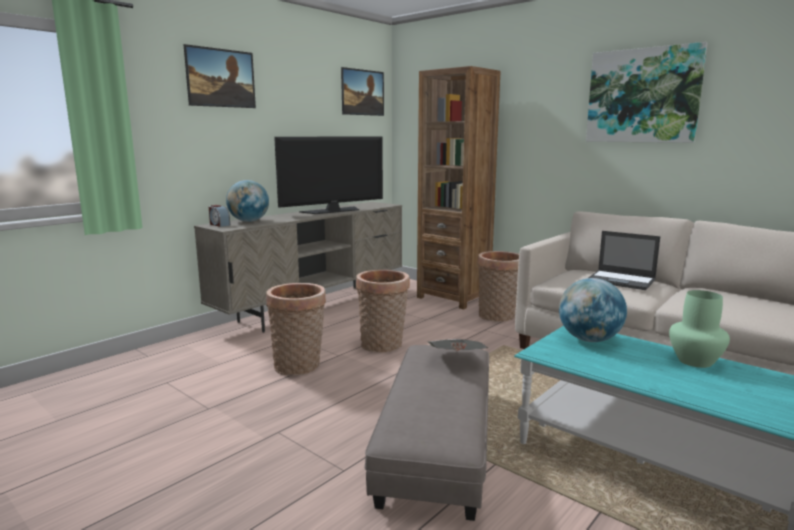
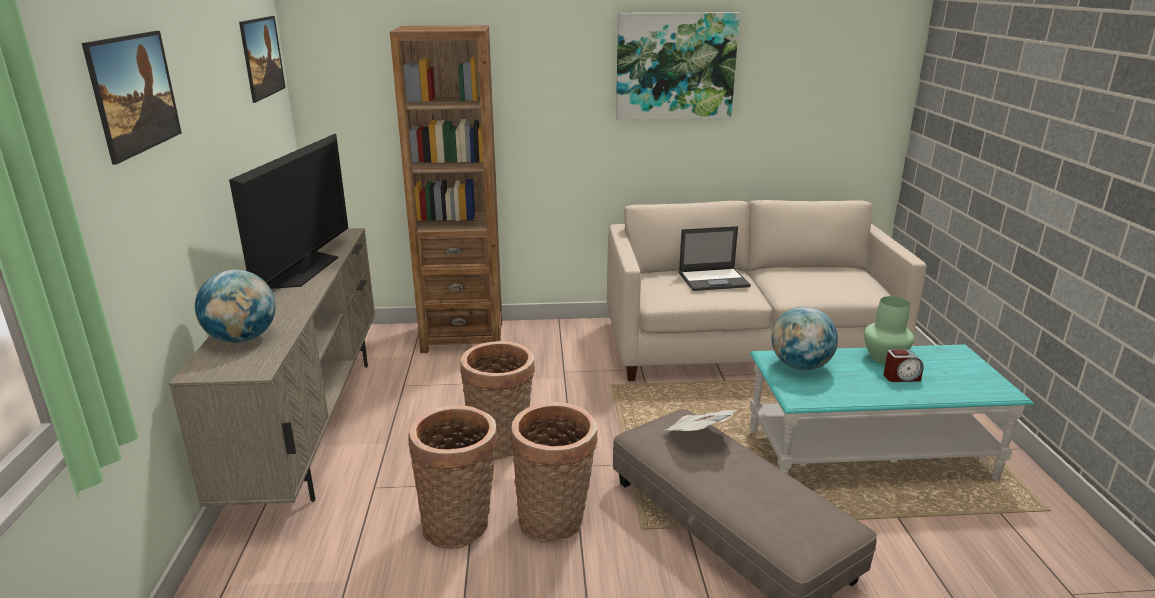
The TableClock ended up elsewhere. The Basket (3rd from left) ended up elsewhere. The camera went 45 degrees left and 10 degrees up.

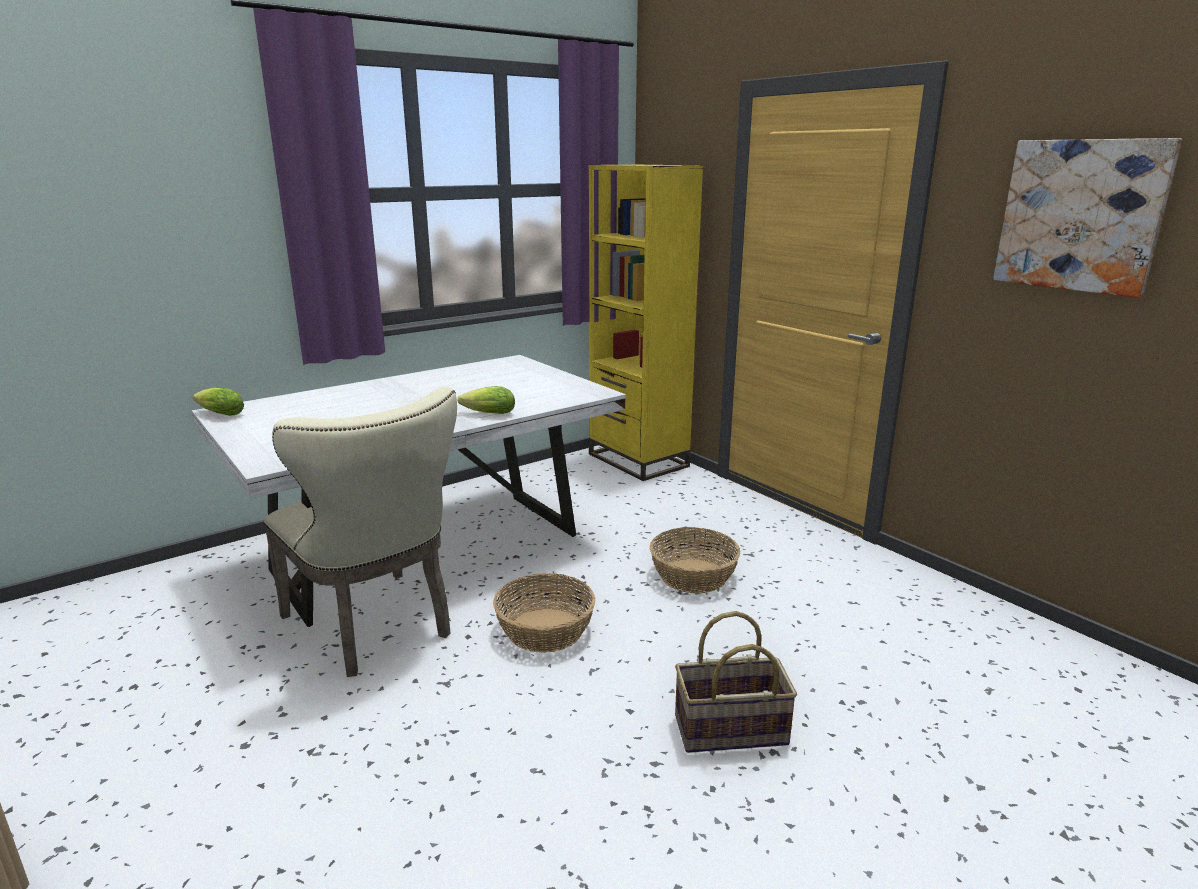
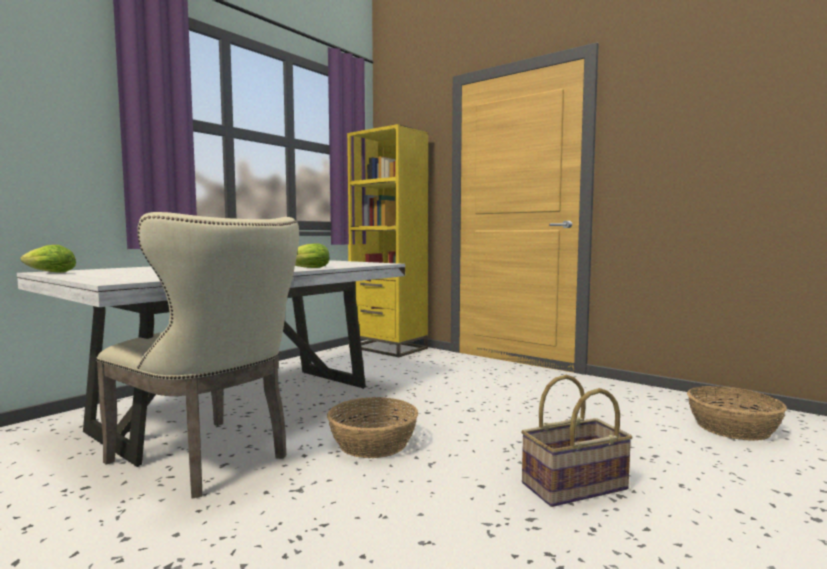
The Basket (2nd from left in the first image) ended up elsewhere. The second view lost the Picture. The camera went 15 degrees left and 15 degrees down.

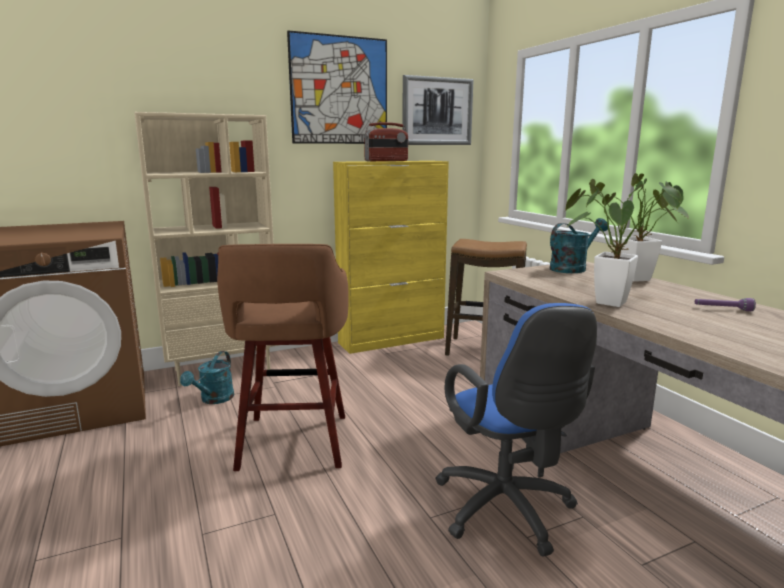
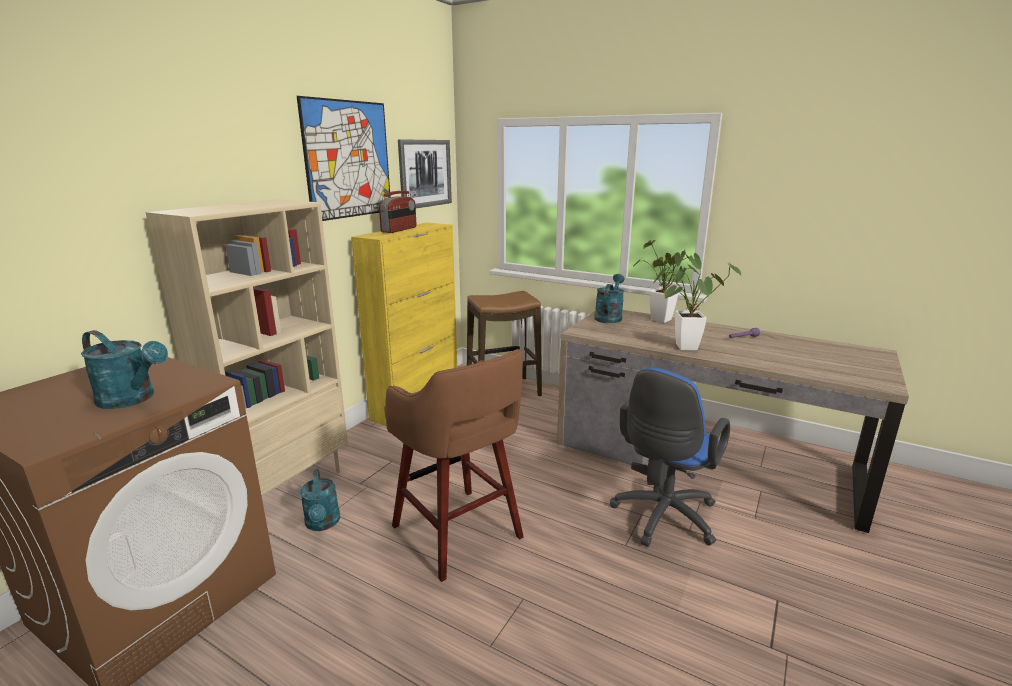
The BluishDeskChair ended up facing another way, 90 degrees clockwise from before. The second view gained the BlueGreenSprinklingCan (1st from left). The camera went 35 degrees left and 5 degrees up.

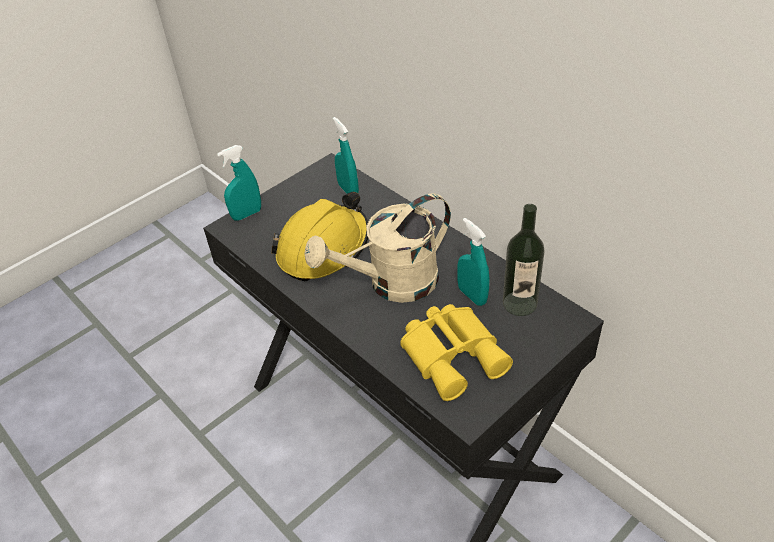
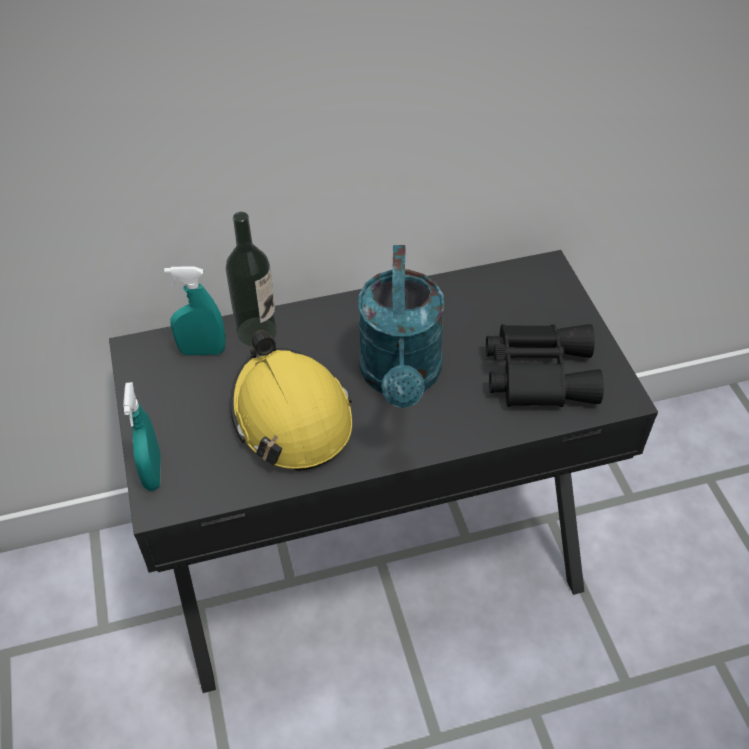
What was the BeigeSprinklingCan turned into the BlueGreenSprinklingCan. What was the YellowishBinoculars turned into the BlackColouredBinoculars. The second view lost the BlueGreenHandSprayer (3rd from left). The BeverageBottle ended up elsewhere. The camera went 65 degrees left and 5 degrees up.

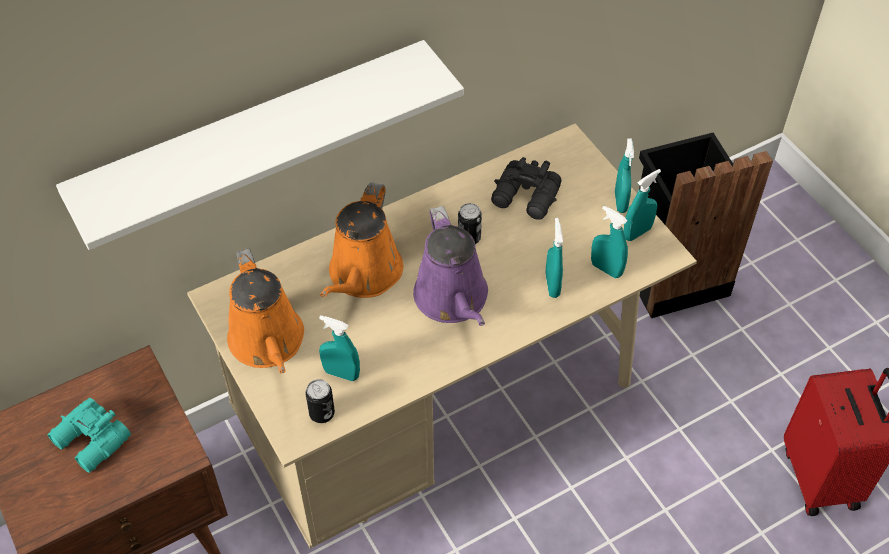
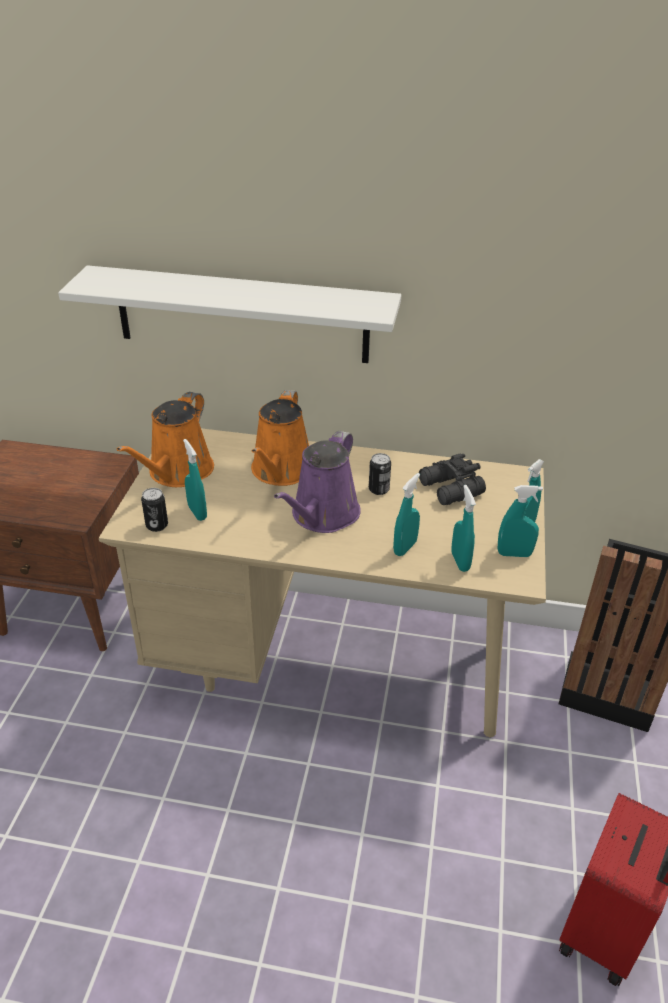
The second view lost the BlueGreenBinoculars. The OrangeSprinklingCan (2nd from left) ended up facing another way, 45 degrees counterclockwise from before. The camera went 40 degrees right and 15 degrees down.

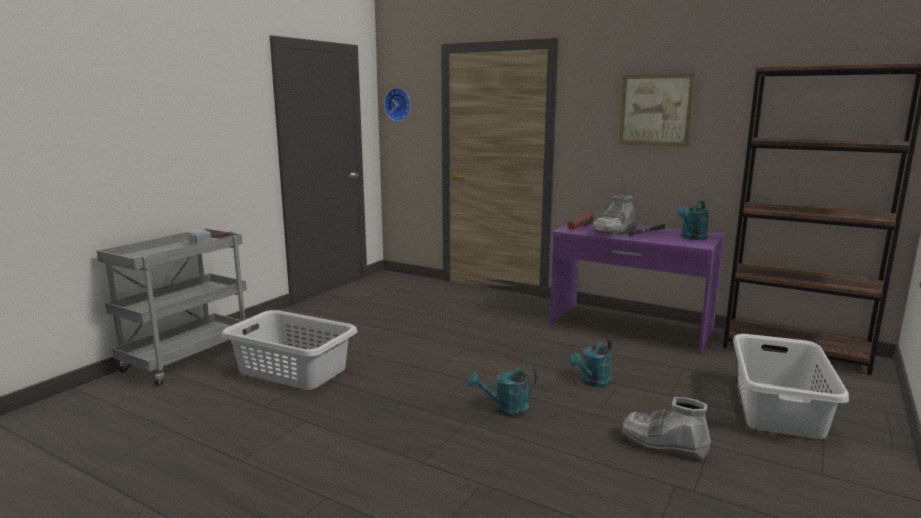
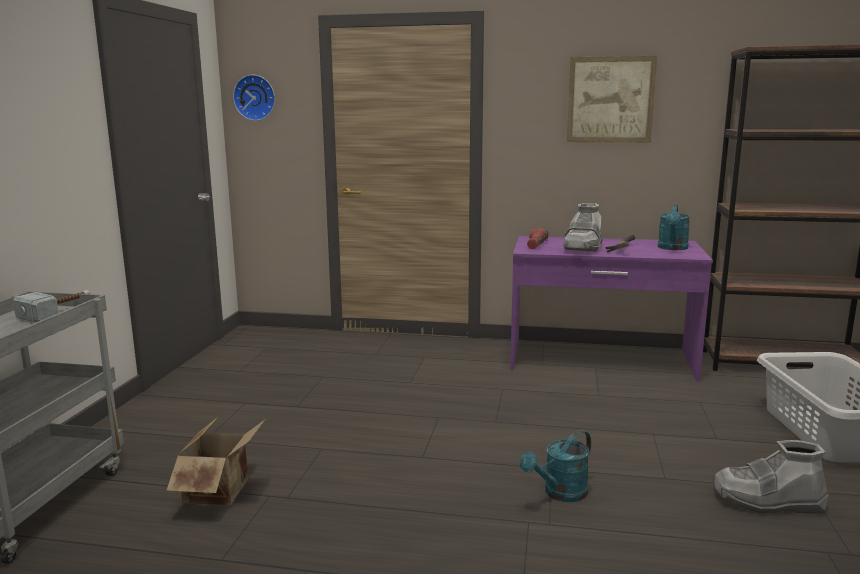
Where the GrayHamper (1st from left) stood, the CardboardBox came to stand. The second view lost the BlueGreenSprinklingCan (2nd from left). The camera went 20 degrees left and 0 degrees up.

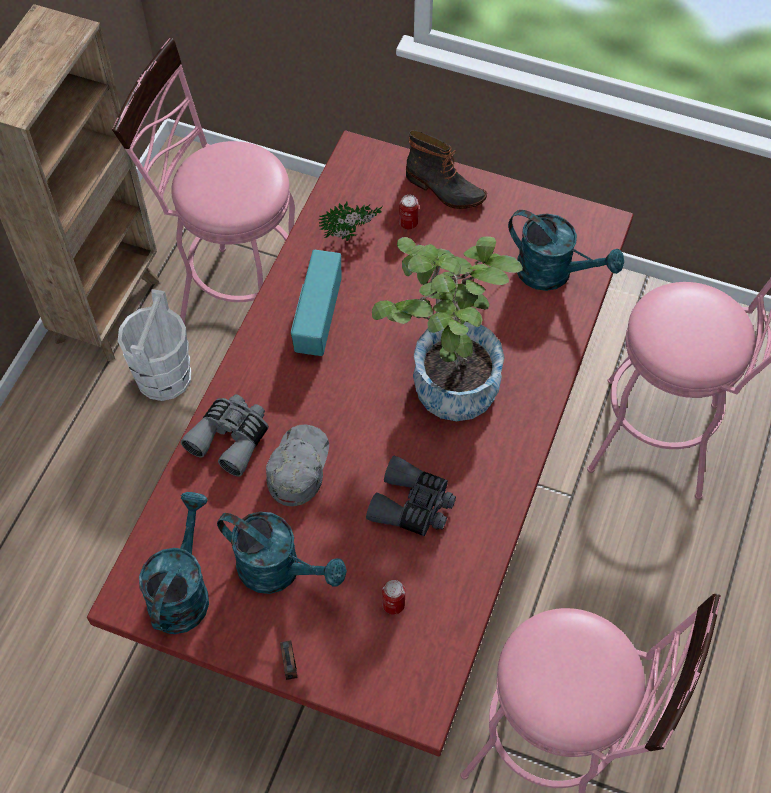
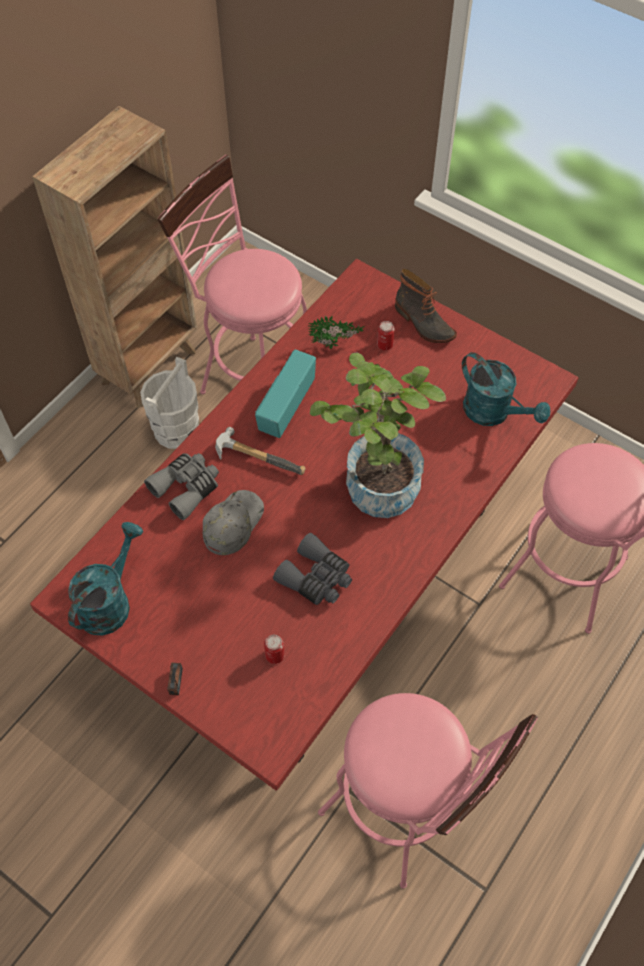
The second view lost the BlueGreenSprinklingCan (2nd from left). The second view gained the Hammer. The camera went 15 degrees right and 0 degrees up.

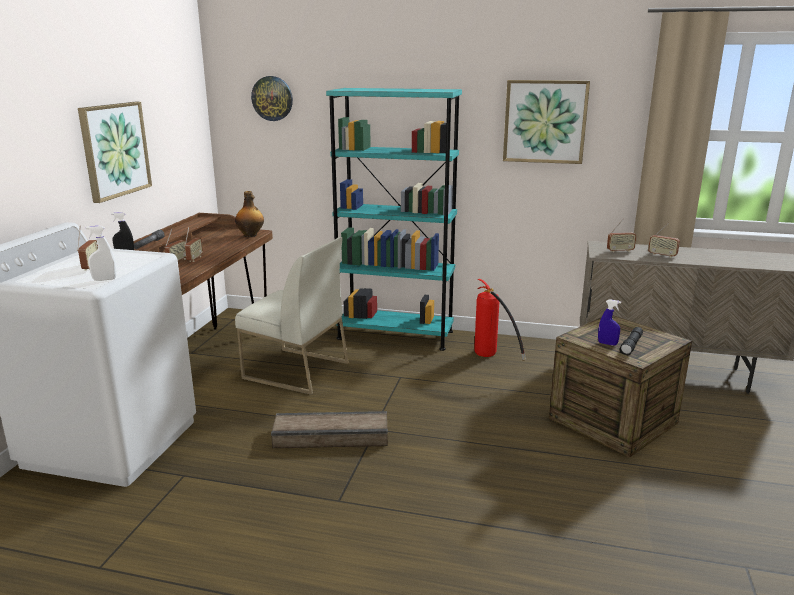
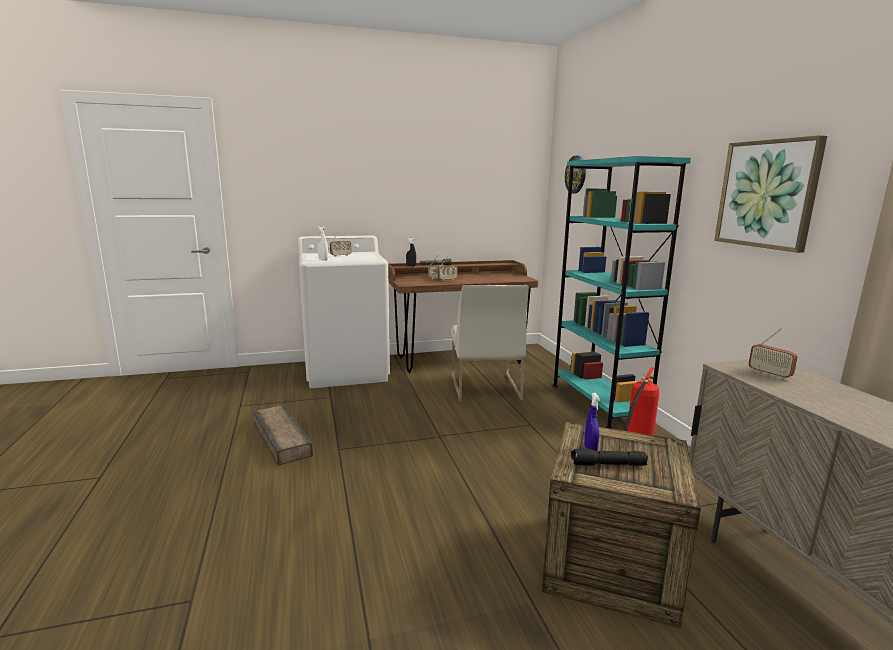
The second view lost the Picture (1st from left). The second view lost the BeverageBottle. The PackingCrate (1st from left) ended up elsewhere. The second view lost the RadioReceiver (5th from left). The camera went 60 degrees right and 5 degrees down.

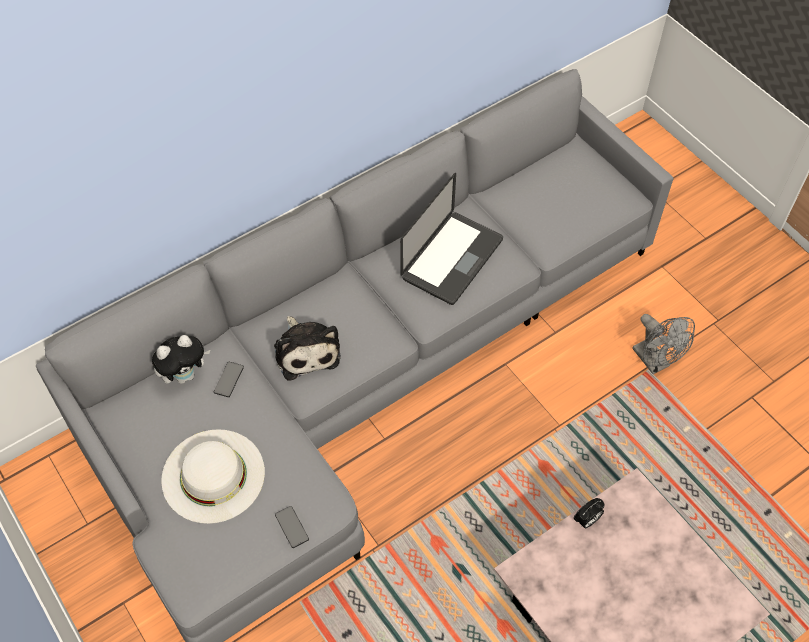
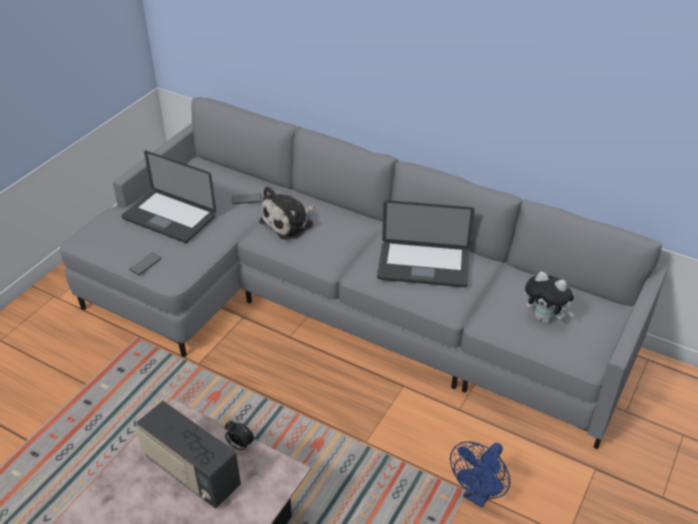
The CuddlyToy (1st from left in the first image) ended up elsewhere. Where the WhiteHat stood, the PortableComputer (1st from left) came to stand. What was the GrayFan turned into the BluishFan. The second view gained the RadioReceiver. The camera went 65 degrees right and 15 degrees down.

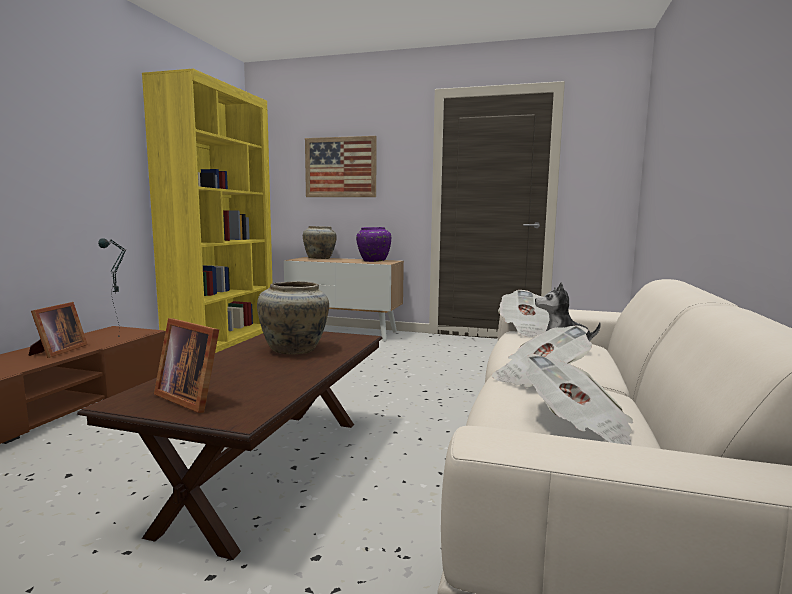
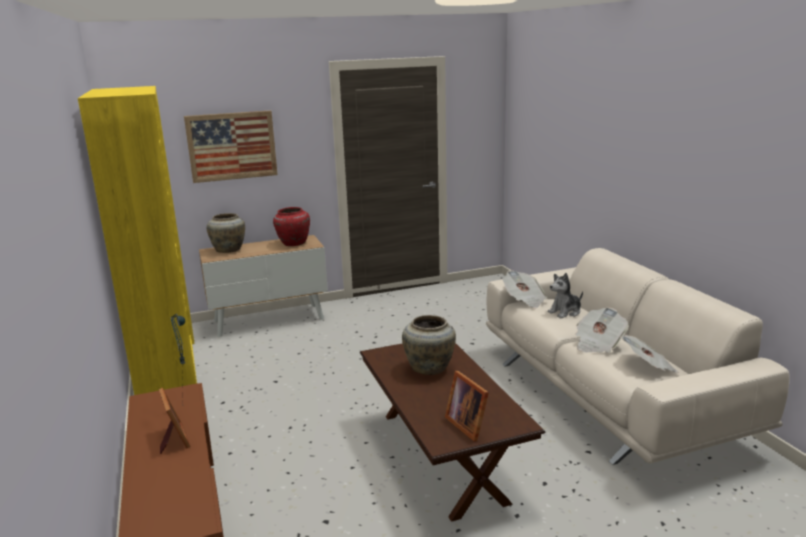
The StandingFrame (2nd from left) ended up facing another way, 60 degrees clockwise from before. What was the PurplishVase turned into the RedVase. The camera went 35 degrees left and 10 degrees up.

